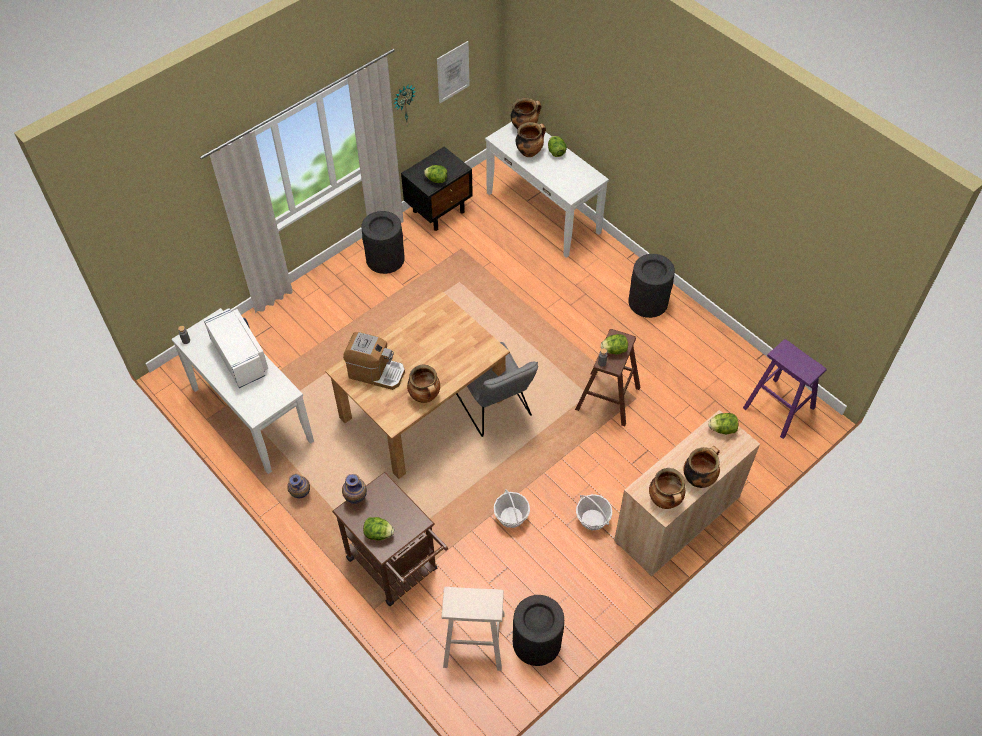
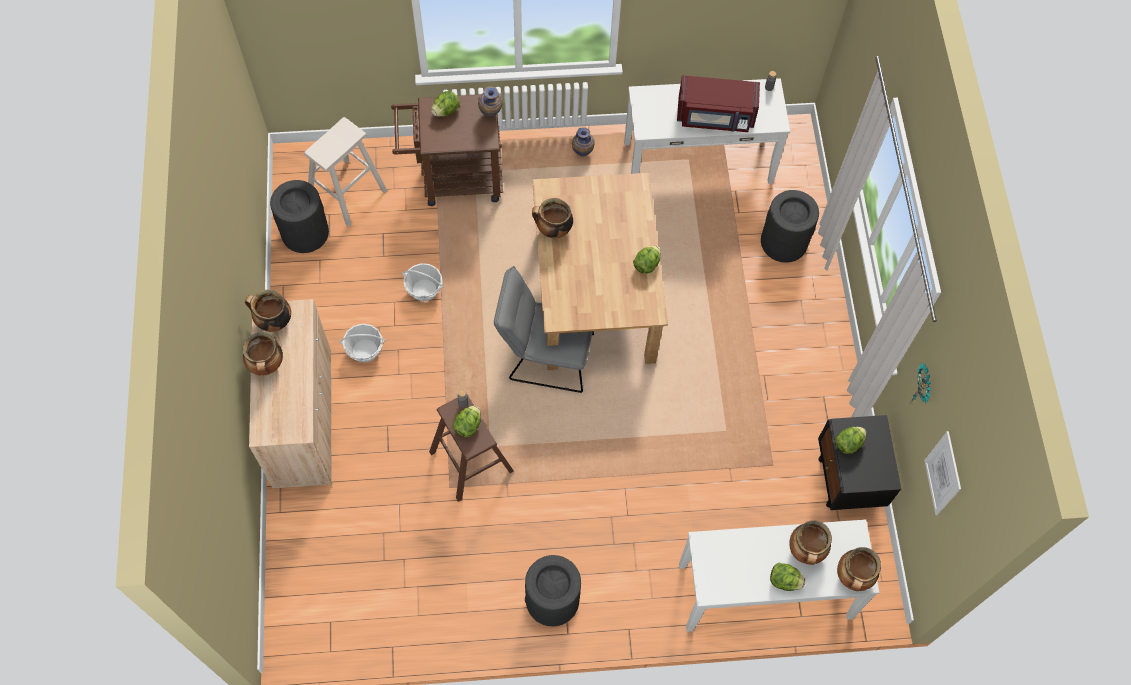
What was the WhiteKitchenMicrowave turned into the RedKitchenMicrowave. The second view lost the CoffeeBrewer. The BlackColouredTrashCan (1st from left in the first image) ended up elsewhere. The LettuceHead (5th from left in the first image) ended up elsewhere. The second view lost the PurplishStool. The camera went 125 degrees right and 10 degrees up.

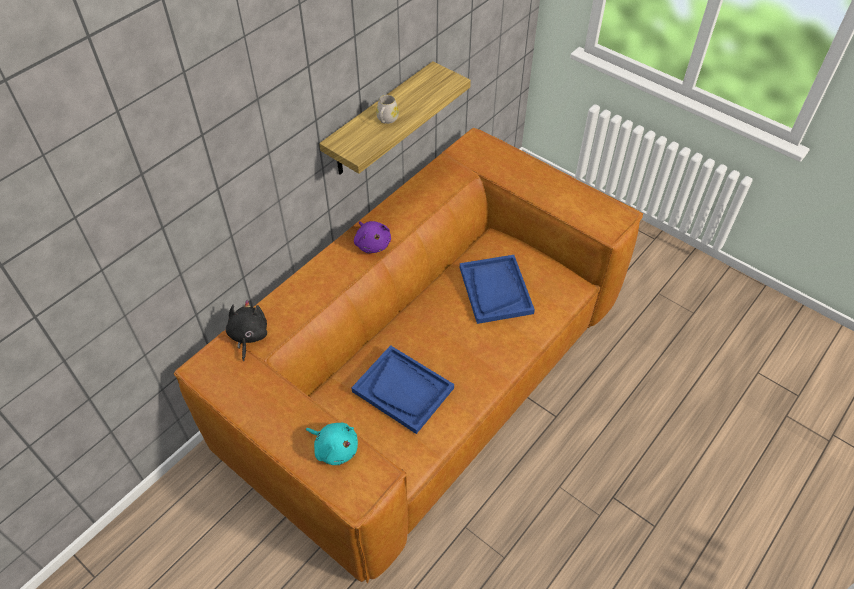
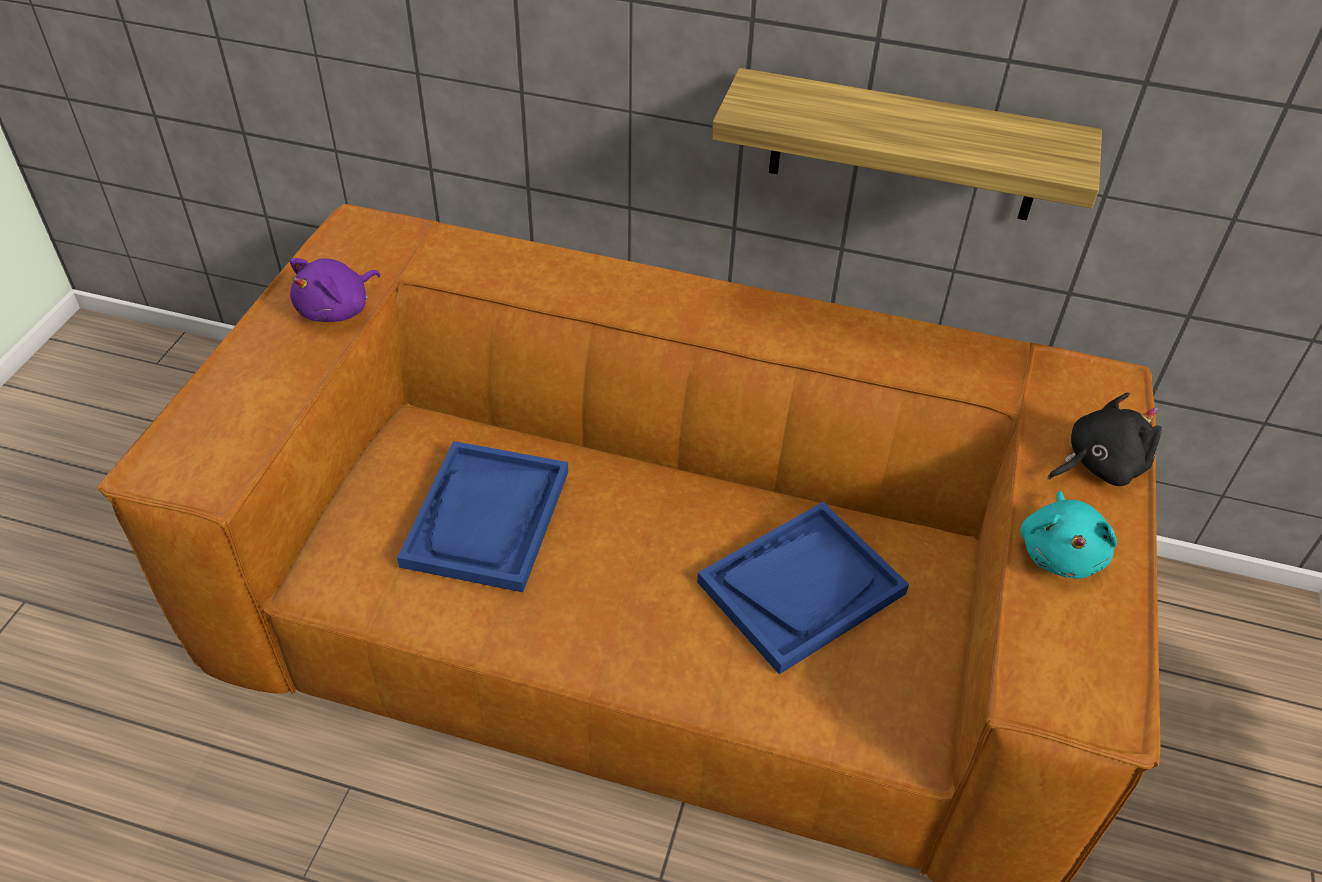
The BlackColouredCuddlyToy ended up elsewhere. The BlueGreenCuddlyToy ended up elsewhere. The PurplishCuddlyToy ended up elsewhere. The second view lost the WhiteMug. The camera went 65 degrees right and 5 degrees down.

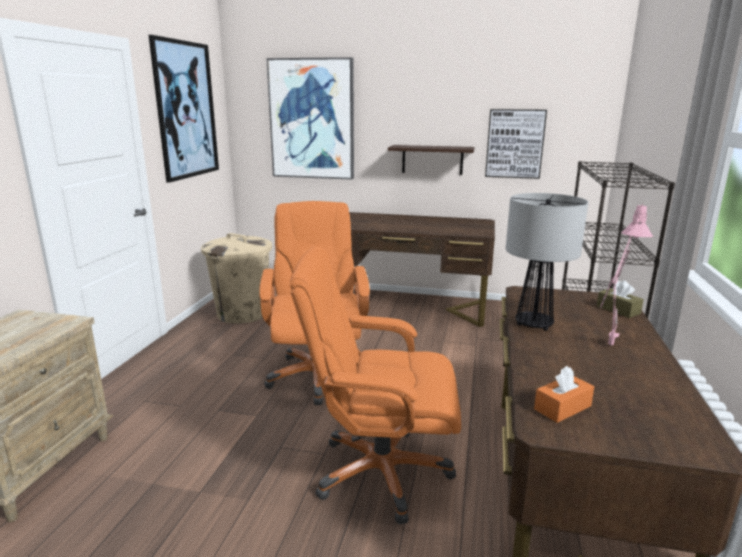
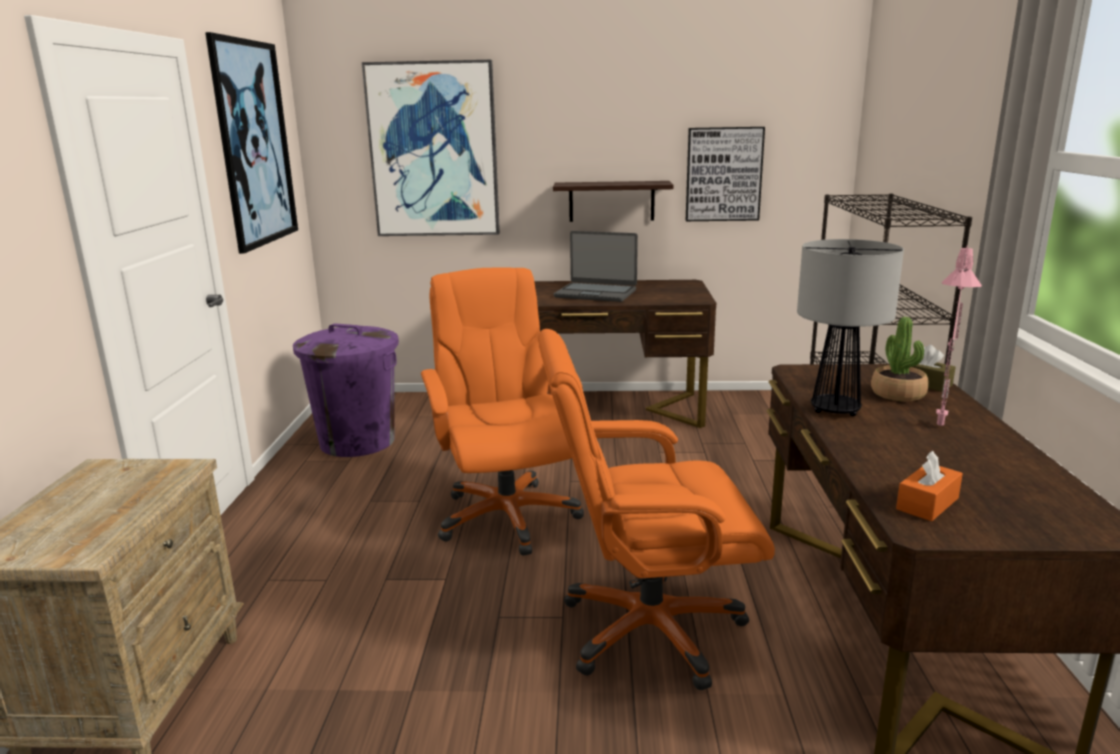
What was the BeigeTrashCan turned into the PurplishTrashCan. The second view gained the PortableComputer. The second view gained the PlantInAPot. The camera went 10 degrees left and 0 degrees up.

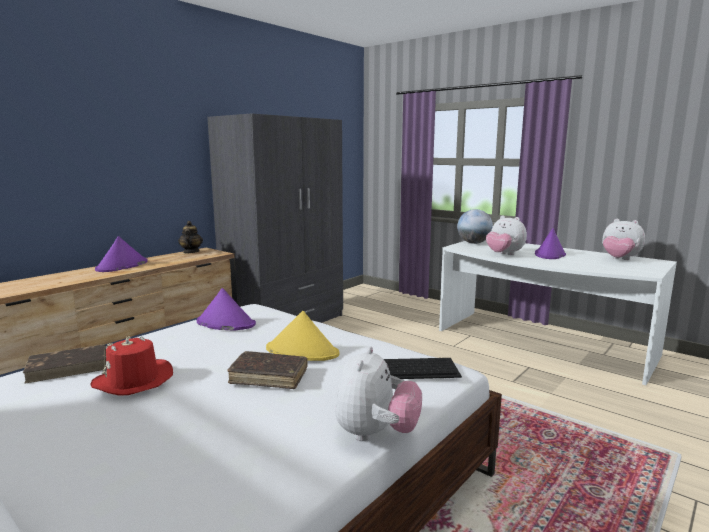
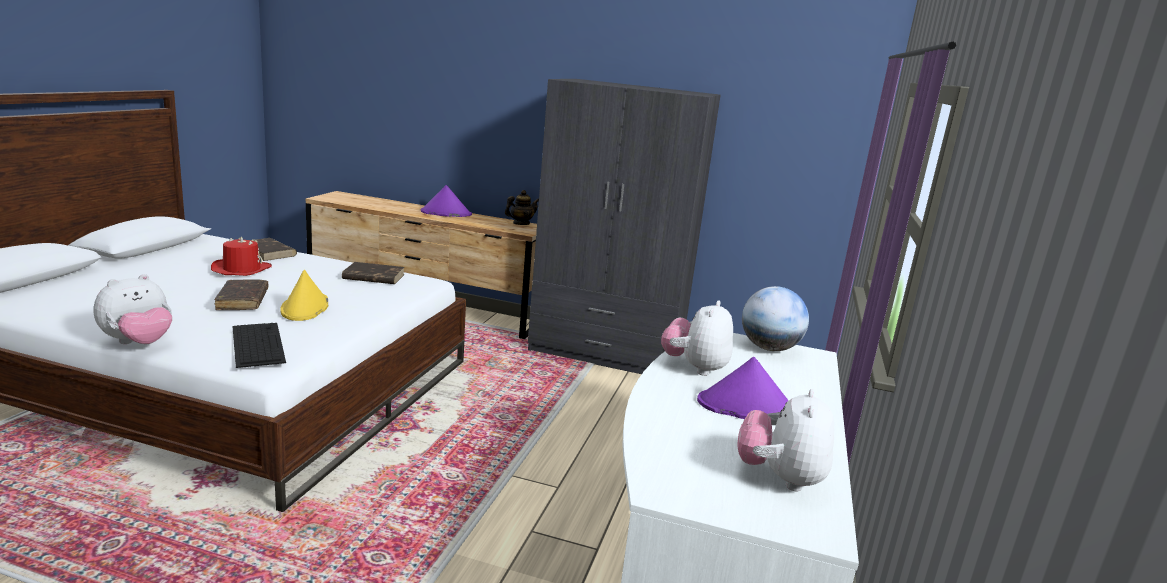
Where the PurplishHat (2nd from left) stood, the BrownBook (3rd from left) came to stand. The CuddlyToy (1st from left) ended up facing another way, 45 degrees counterclockwise from before. The camera went 65 degrees right and 5 degrees up.

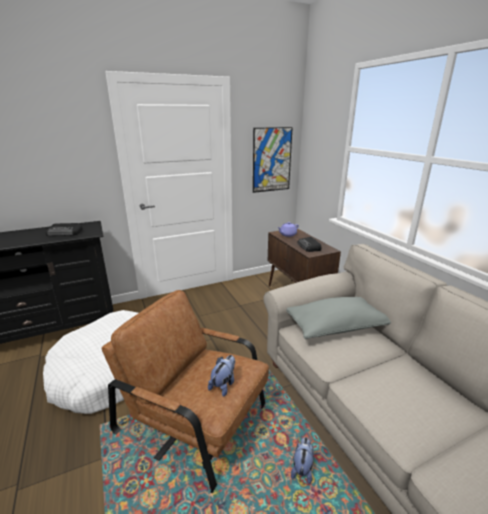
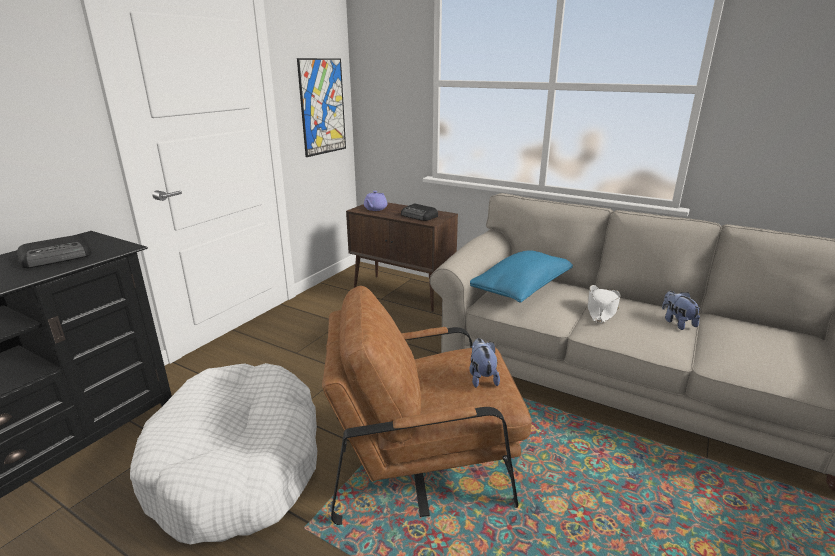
What was the GrayPillow turned into the BluishPillow. The CuddlyToy (2nd from left) ended up elsewhere. The second view gained the WhiteHat. The camera went 35 degrees left and 0 degrees up.

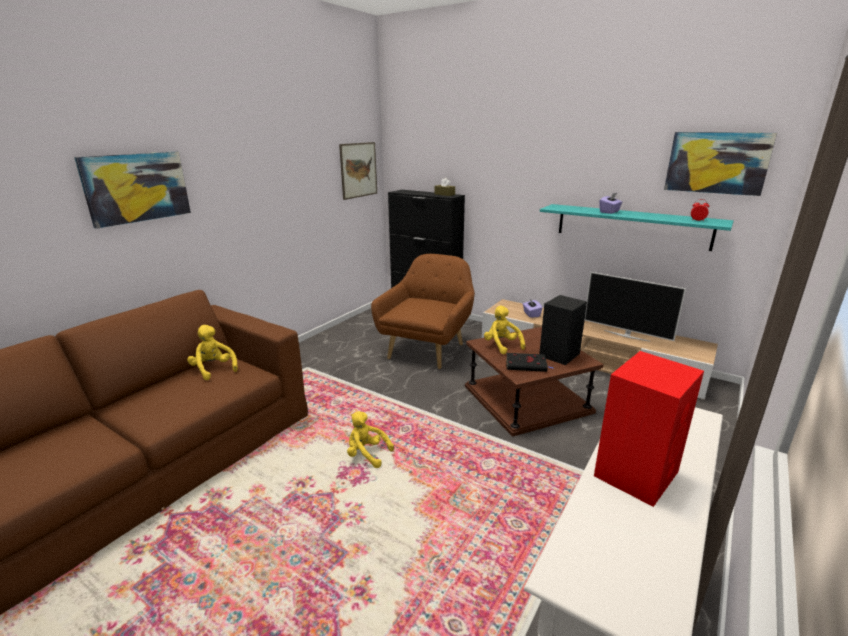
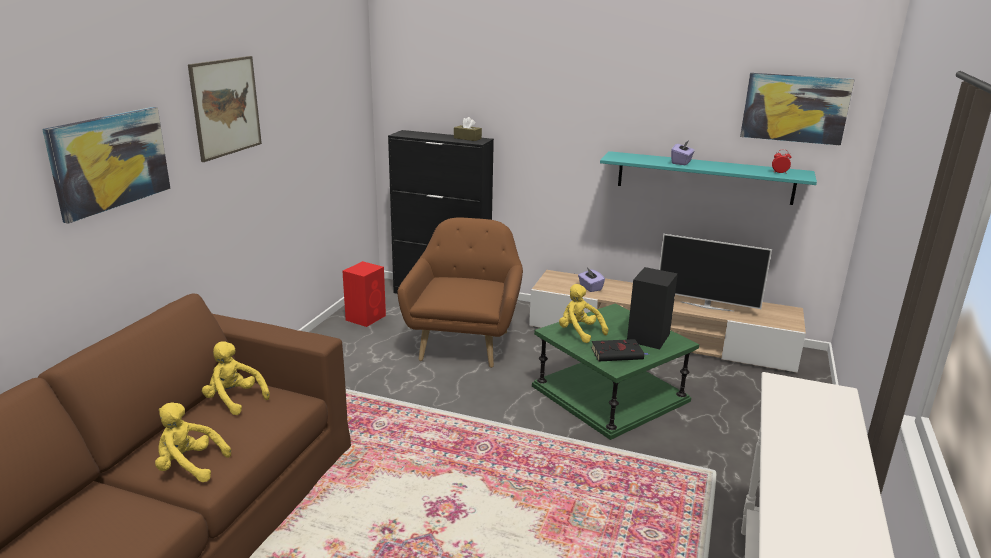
The Picture (2nd from left) ended up elsewhere. The YellowishCuddlyToy (2nd from left in the first image) ended up elsewhere. What was the BrownEndTable turned into the GreenEndTable. The RedSpeaker ended up elsewhere. The camera went 15 degrees left and 0 degrees up.

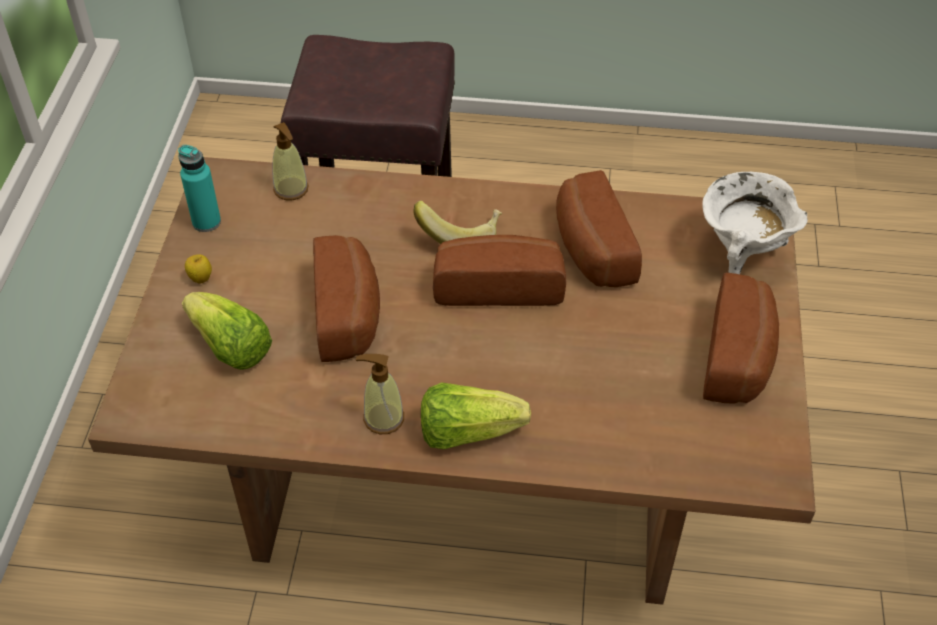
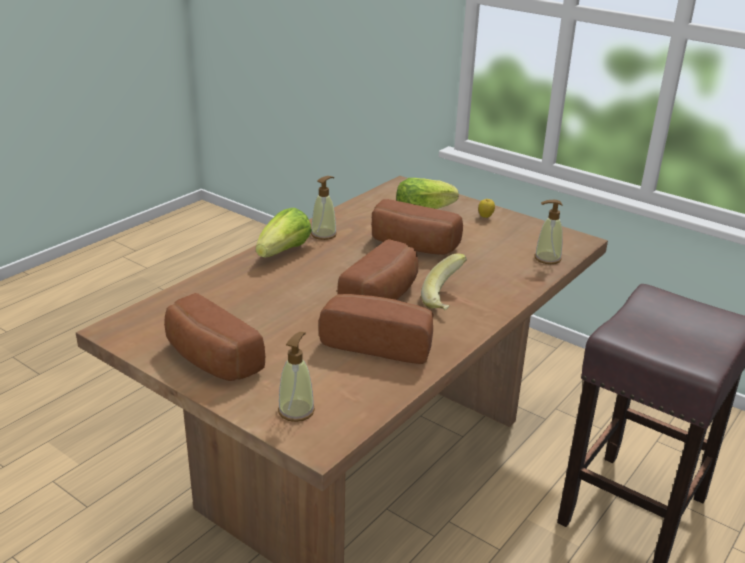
The second view lost the BlueGreenBeverageBottle. Where the WhiteCookingPot stood, the SoapDispenser (1st from left) came to stand. The camera went 120 degrees right and 20 degrees down.

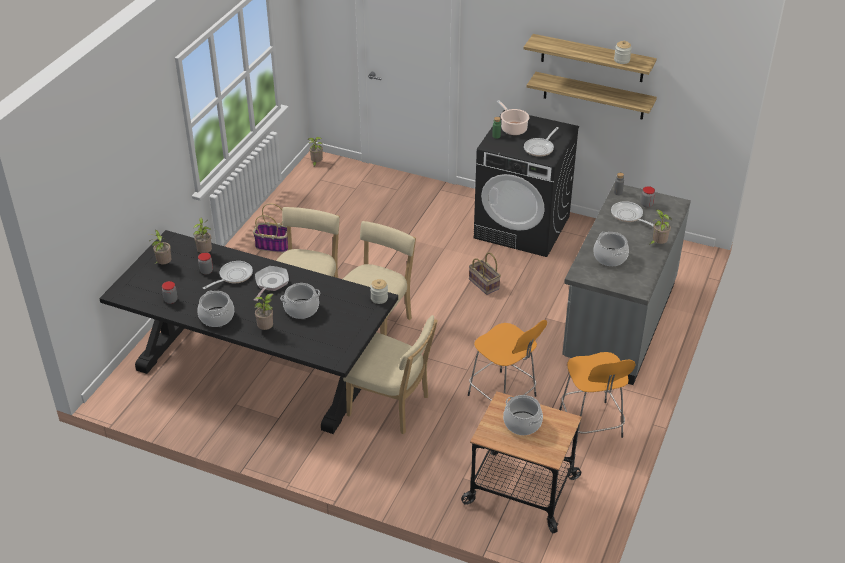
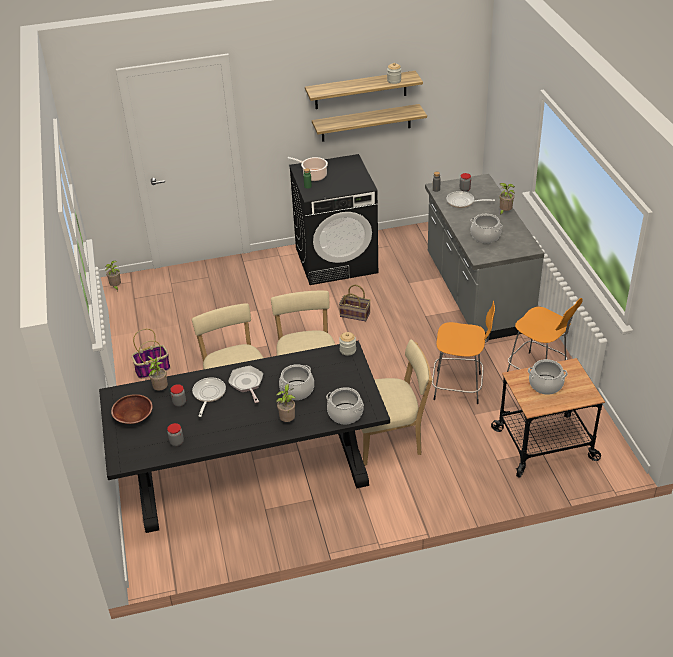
Where the PlantInAPot (1st from left) stood, the BrownBowl came to stand. The CookingPot (1st from left in the first image) ended up elsewhere. The second view lost the Skillet (3rd from left). The camera went 35 degrees left and 0 degrees up.

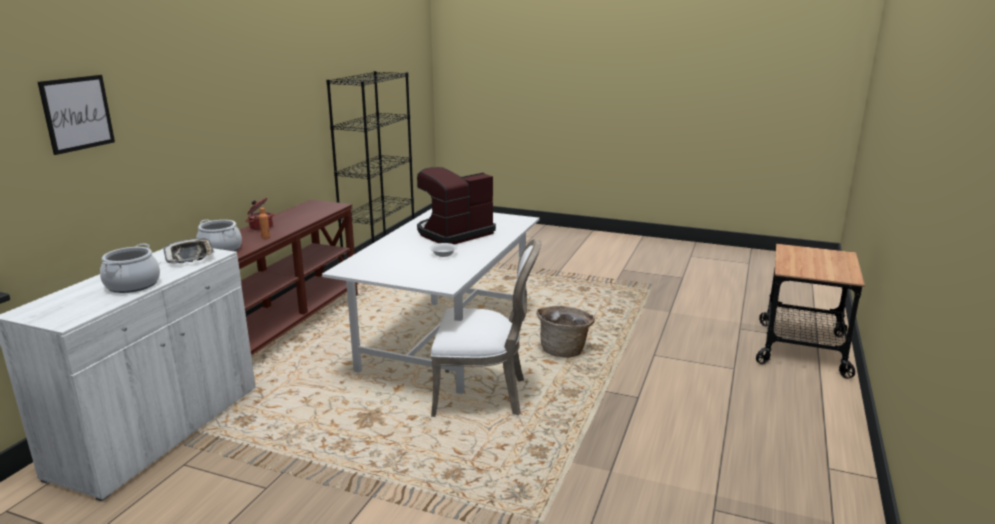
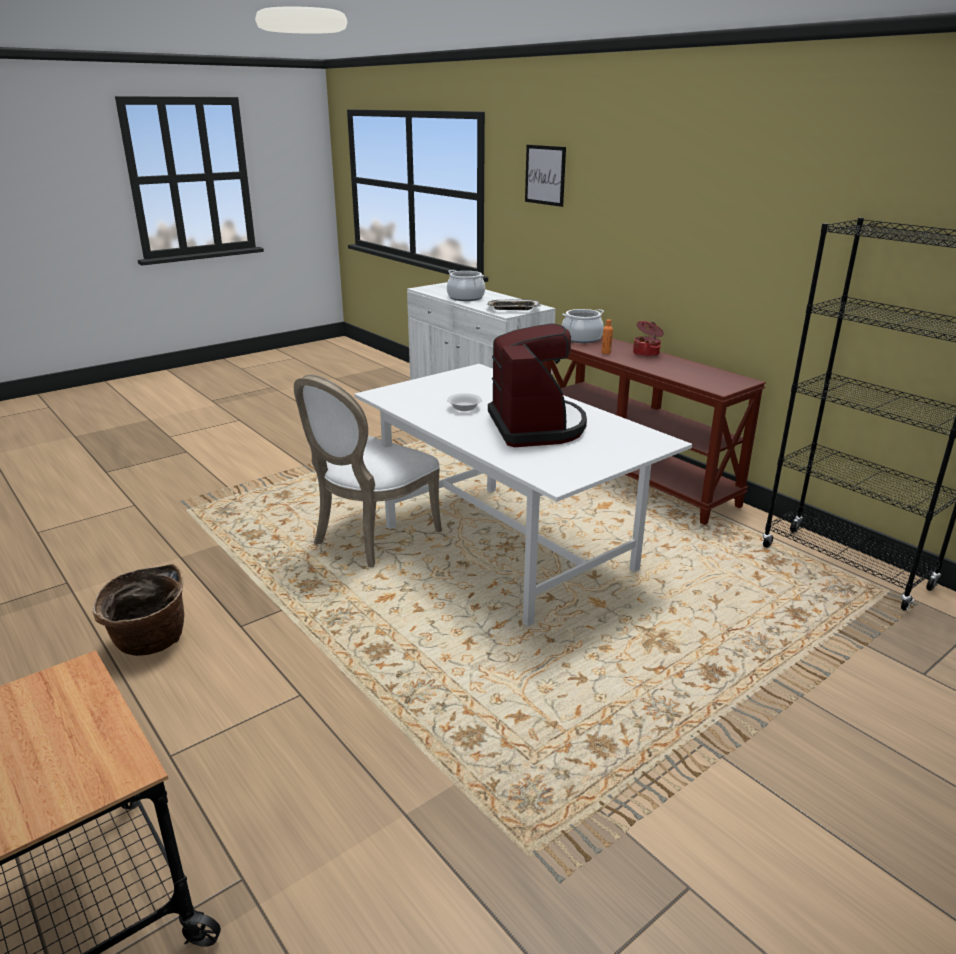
The Basket ended up elsewhere. The camera went 120 degrees right and 5 degrees up.

